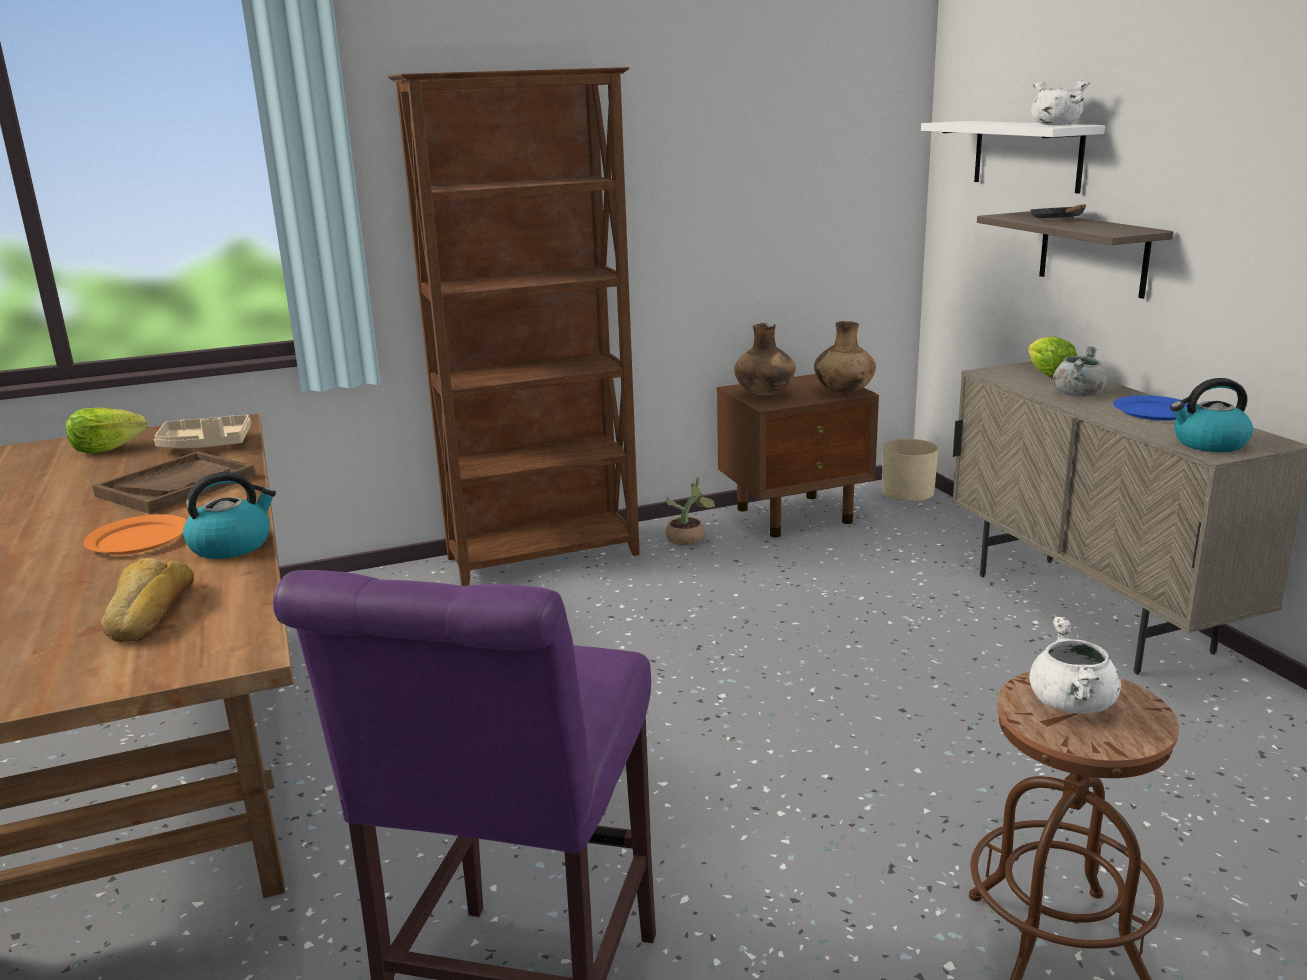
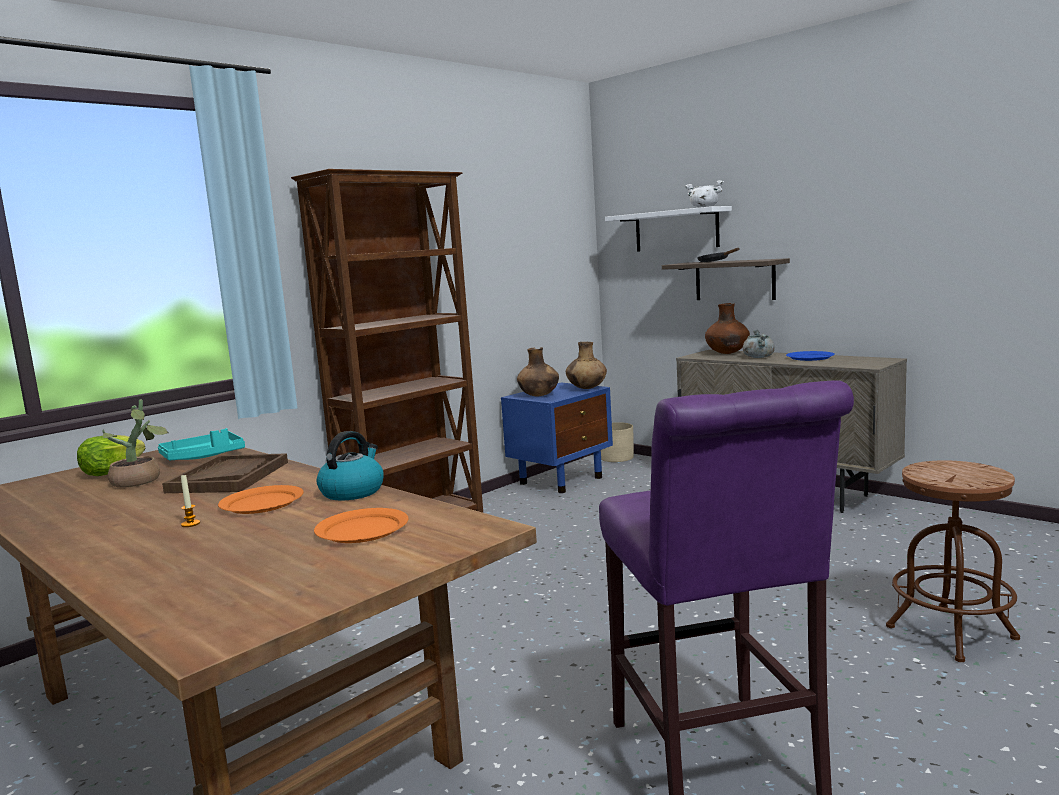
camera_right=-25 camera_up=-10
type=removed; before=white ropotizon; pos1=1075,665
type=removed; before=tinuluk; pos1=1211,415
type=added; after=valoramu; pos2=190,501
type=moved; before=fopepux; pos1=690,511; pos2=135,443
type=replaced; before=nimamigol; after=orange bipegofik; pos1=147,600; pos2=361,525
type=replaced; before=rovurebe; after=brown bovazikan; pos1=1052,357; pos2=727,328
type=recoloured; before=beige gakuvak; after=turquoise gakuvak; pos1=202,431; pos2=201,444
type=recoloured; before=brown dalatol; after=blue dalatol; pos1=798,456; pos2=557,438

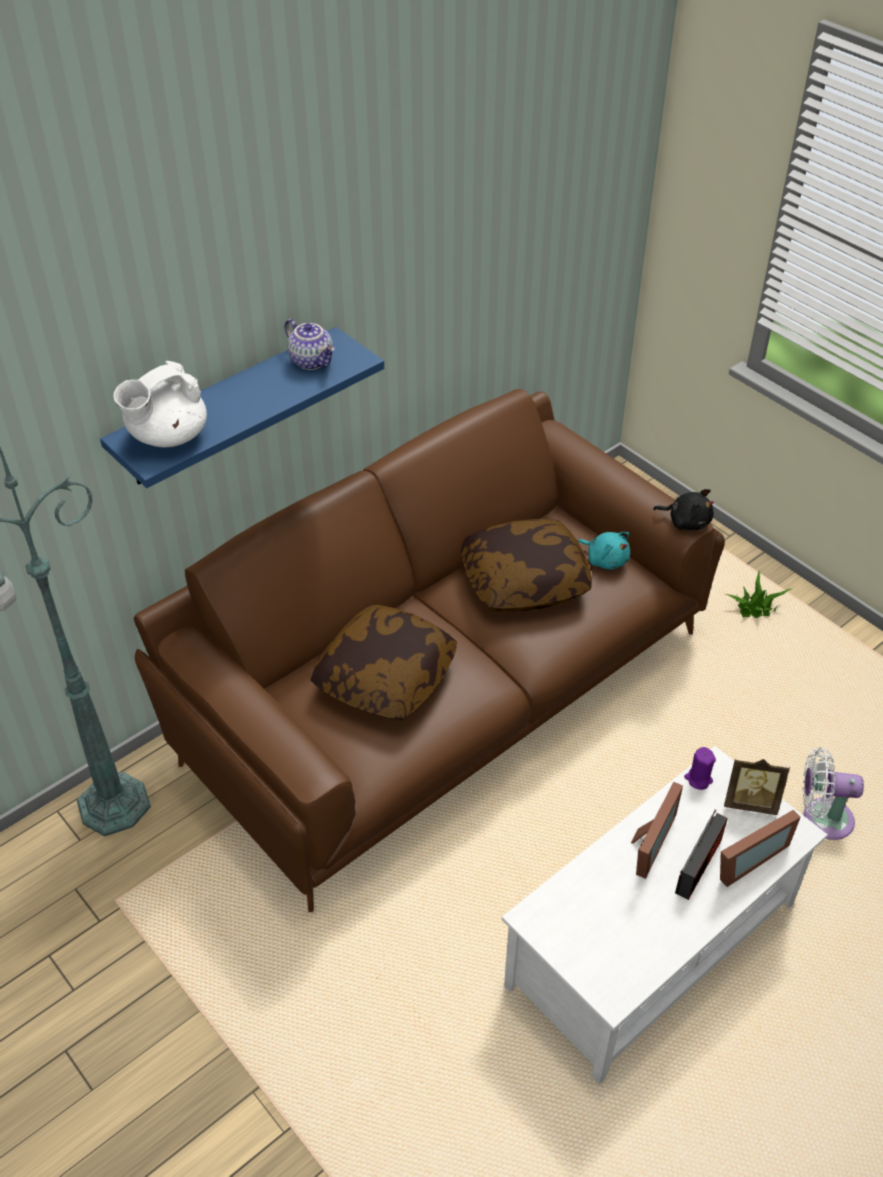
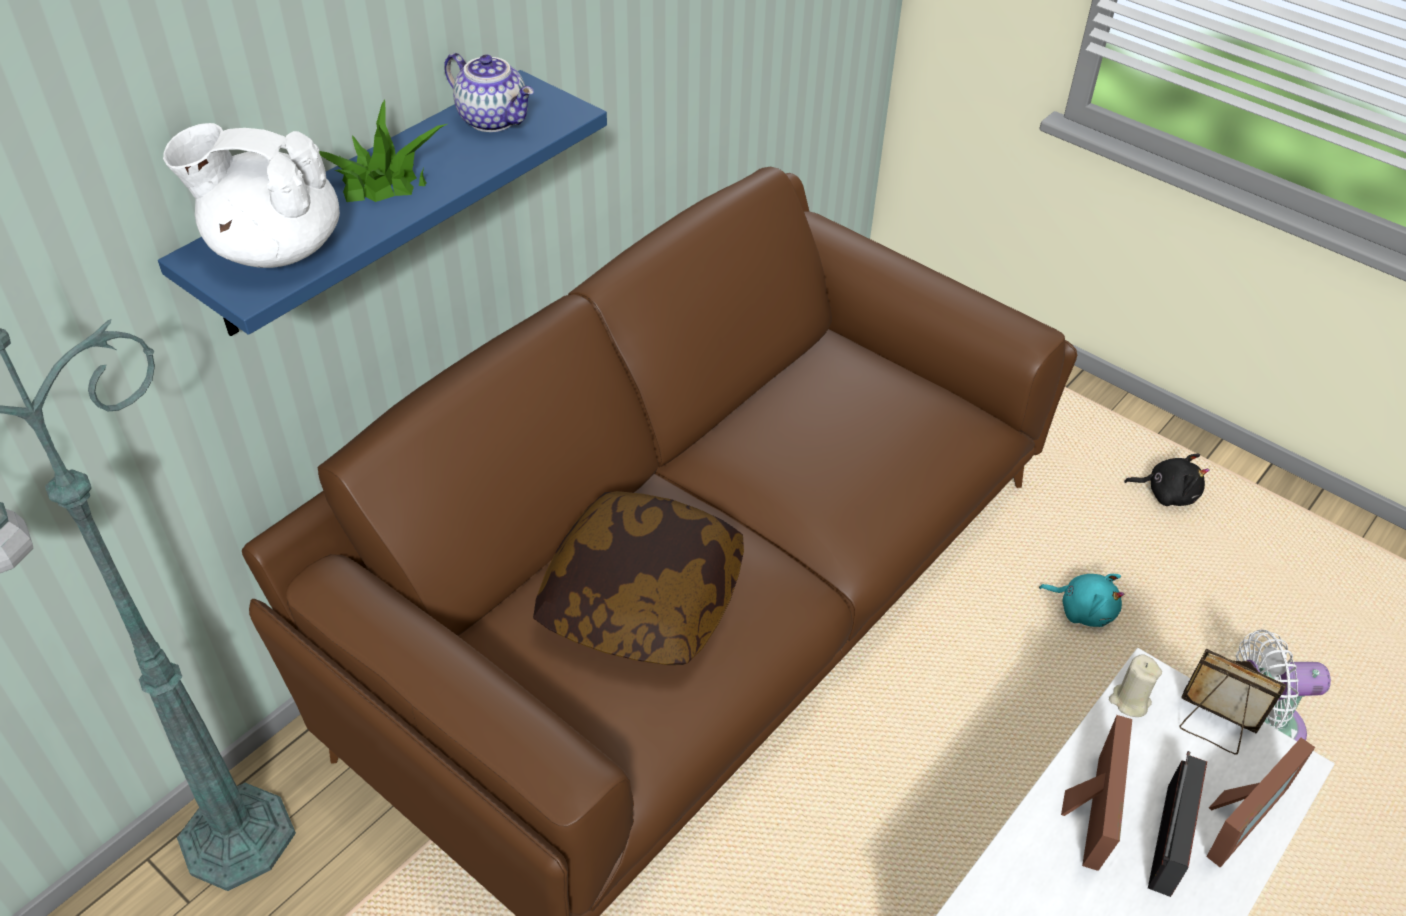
camera_right=-10 camera_up=0
type=removed; before=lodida; pos1=526,565
type=moved; before=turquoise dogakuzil; pos1=604,551; pos2=1082,600
type=moved; before=black dogakuzil; pos1=683,509; pos2=1167,480
type=moved; before=fopepux; pos1=758,594; pos2=383,150
type=recoloured; before=purple valoramu; after=beige valoramu; pos1=700,768; pos2=1135,685
type=turned; before=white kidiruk; pos1=160,404; pos2=251,195; turn=60
type=turned; before=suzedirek; pos1=757,786; pos2=1232,702; turn=-150

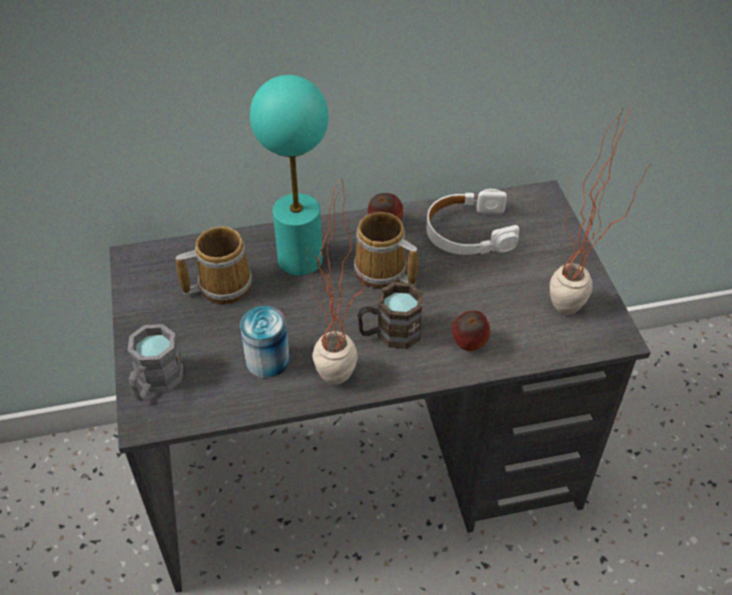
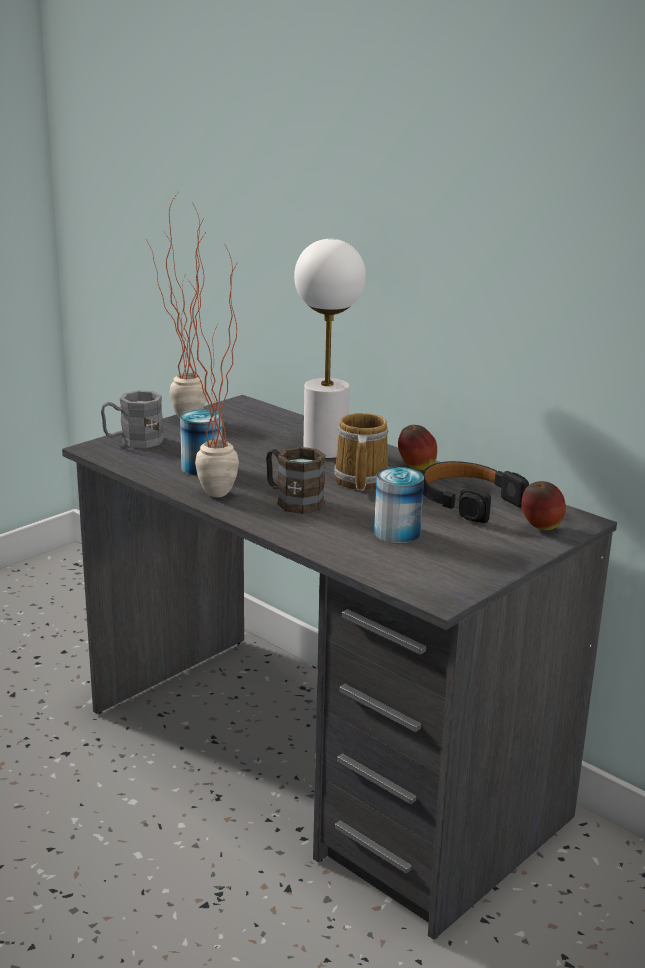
camera_right=55 camera_up=-25
type=removed; before=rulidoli; pos1=214,265
type=added; after=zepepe; pos2=399,505
type=moved; before=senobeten; pos1=471,331; pos2=543,505
type=moved; before=fopepux; pos1=600,211; pos2=176,306
type=recoloured; before=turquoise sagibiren; after=white sagibiren; pos1=289,175; pos2=330,349
type=recoloured; before=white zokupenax; after=black zokupenax; pos1=472,222; pos2=476,492

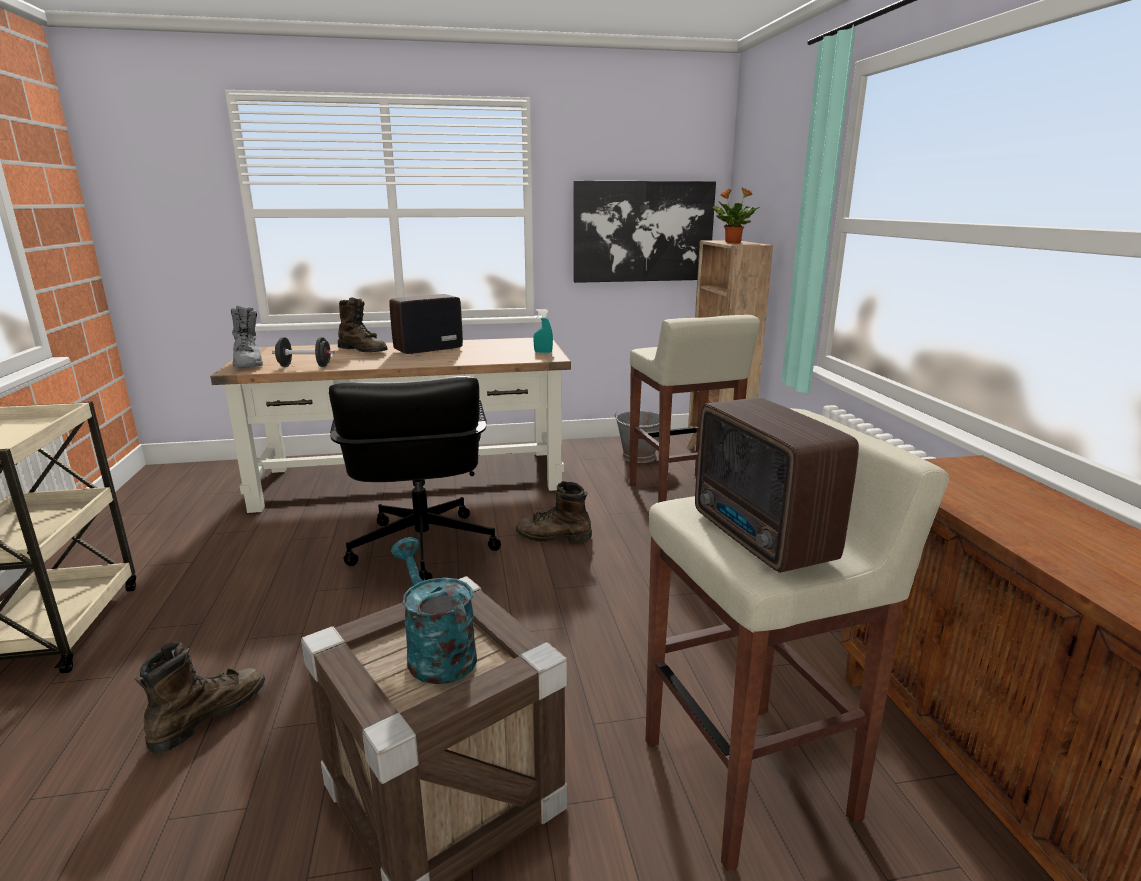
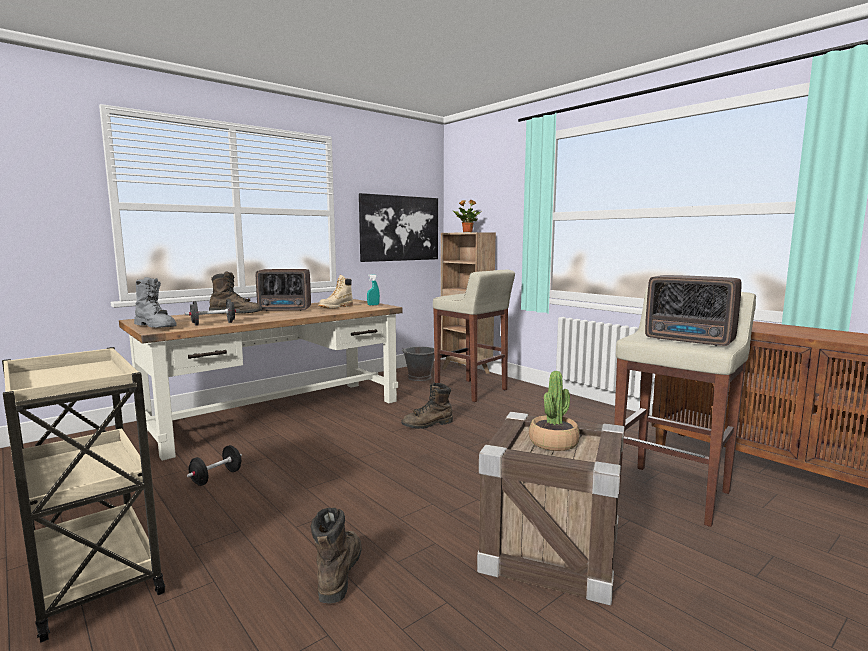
camera_right=-30 camera_up=-10
type=removed; before=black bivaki; pos1=415,478
type=added; after=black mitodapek; pos2=214,465
type=added; after=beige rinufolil; pos2=336,292
type=replaced; before=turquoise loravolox; after=fopepux; pos1=434,610; pos2=554,411
type=turned; before=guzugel; pos1=426,324; pos2=283,290; turn=-120

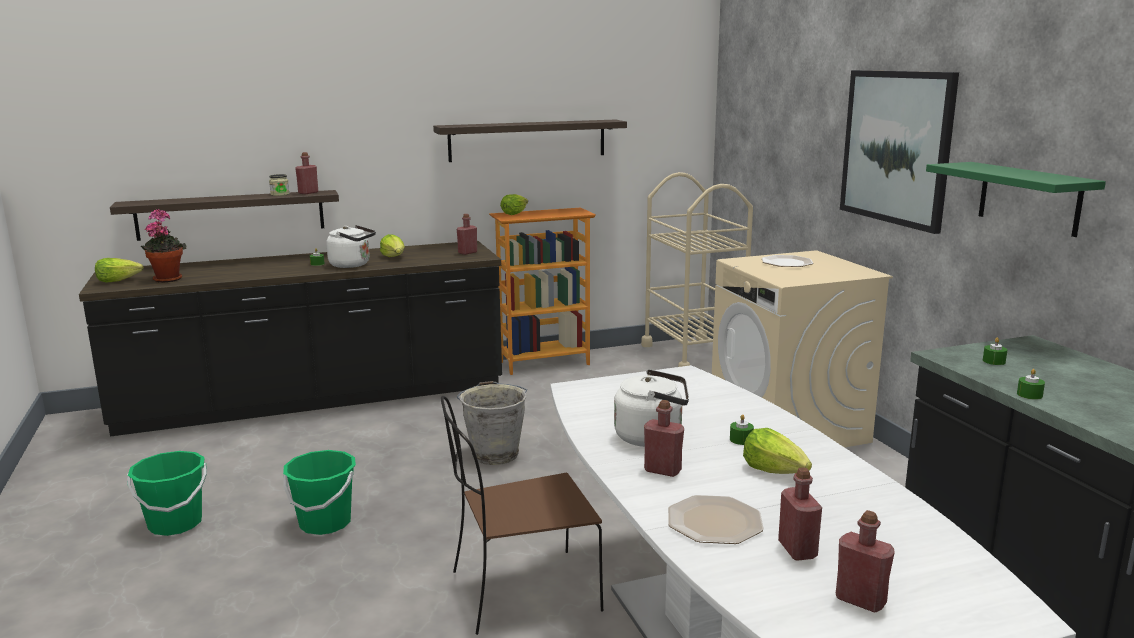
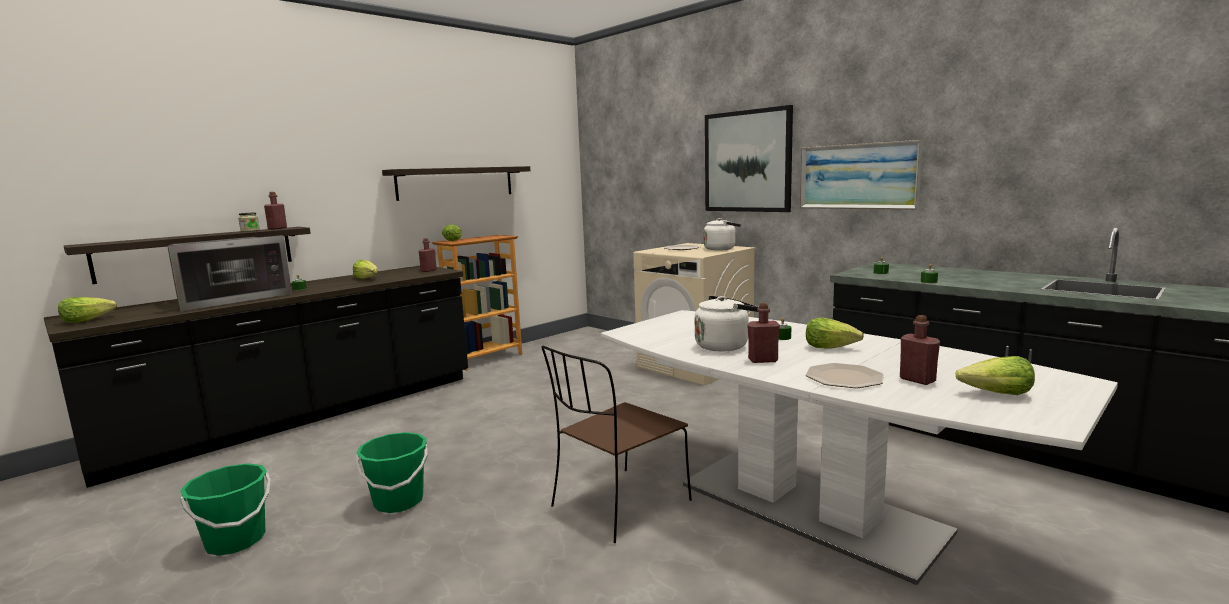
camera_right=-25 camera_up=-5
type=removed; before=fopepux; pos1=163,246
type=removed; before=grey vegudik; pos1=492,423
type=removed; before=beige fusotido; pos1=697,269
type=added; after=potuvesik; pos2=229,273
type=moved; before=white tinuluk; pos1=351,246; pos2=722,234
type=replaced; before=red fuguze; after=rovurebe; pos1=865,561; pos2=995,375
type=replaced; before=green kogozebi; after=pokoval; pos1=1016,199; pos2=861,175

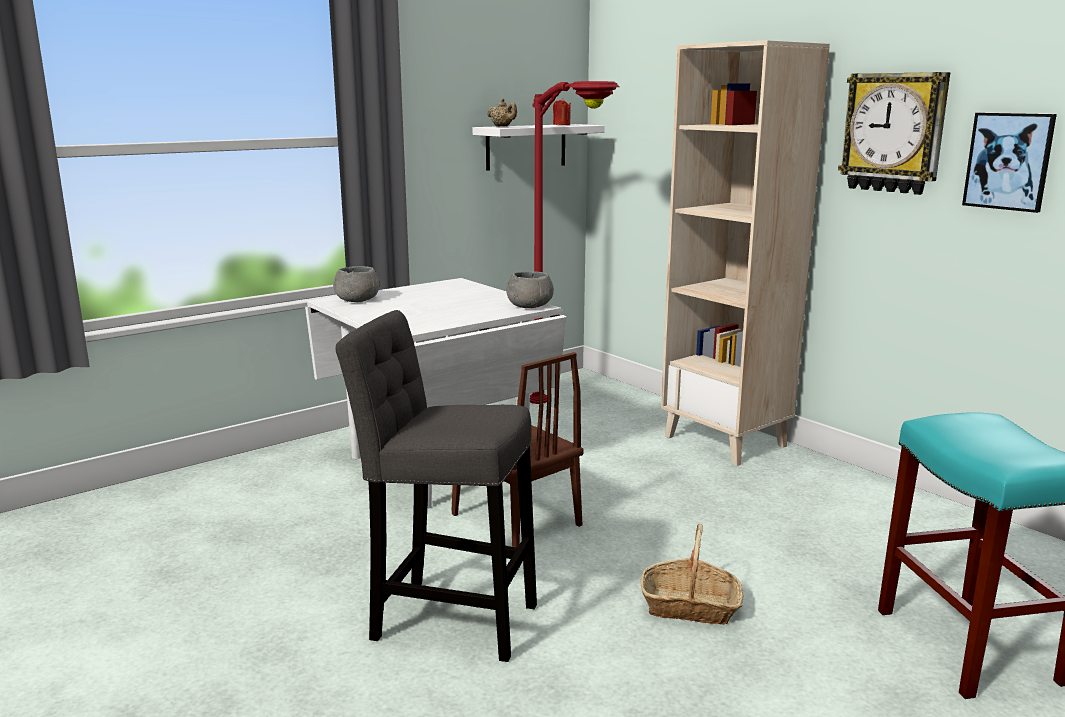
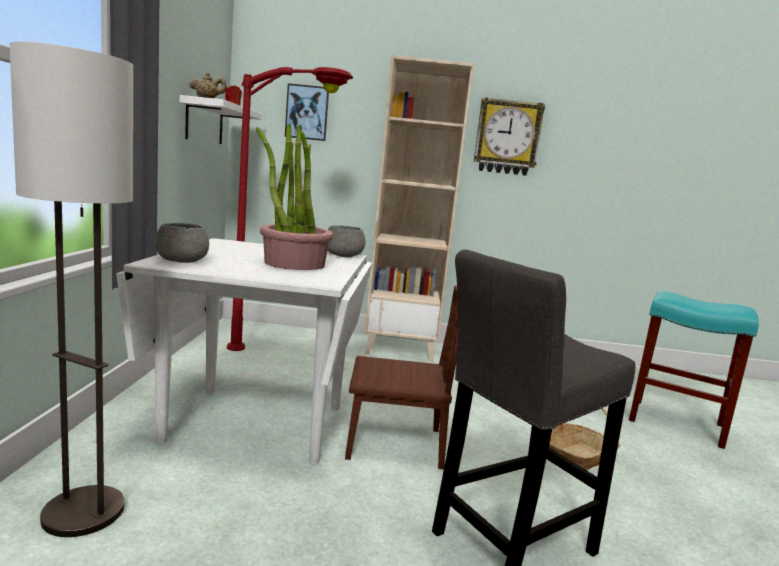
camera_right=-50 camera_up=-5
type=added; after=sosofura; pos2=71,289
type=added; after=fopepux; pos2=294,197
type=moved; before=pokoval; pos1=1009,163; pos2=307,112

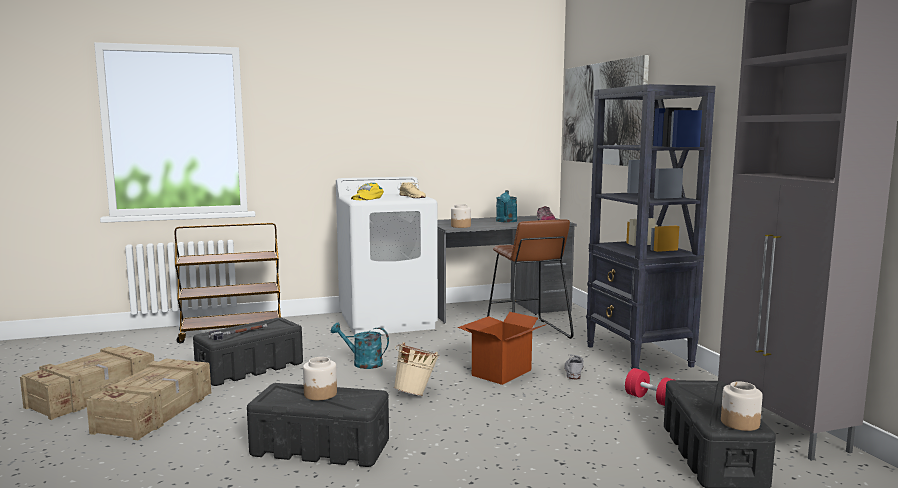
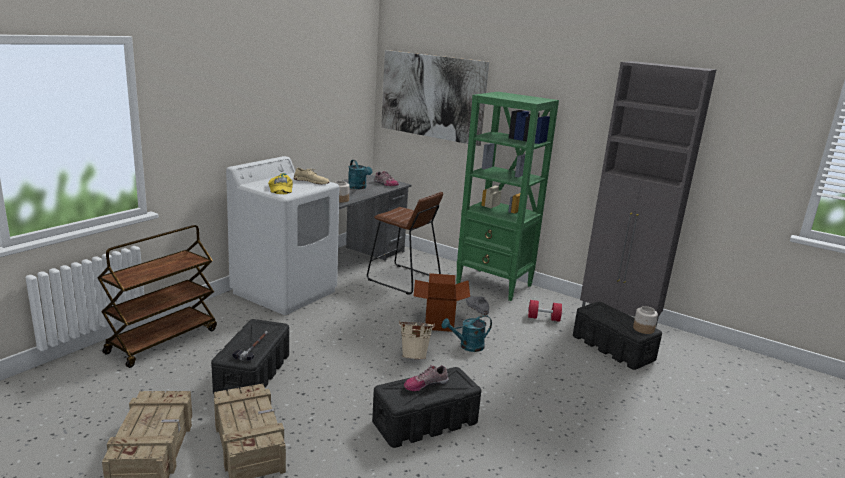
camera_right=-40 camera_up=10
type=moved; before=turquoise loravolox; pos1=359,346; pos2=466,333
type=replaced; before=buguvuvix; after=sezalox; pos1=320,378; pos2=426,378
type=recoloured; before=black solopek; after=green solopek; pos1=651,226; pos2=507,196

